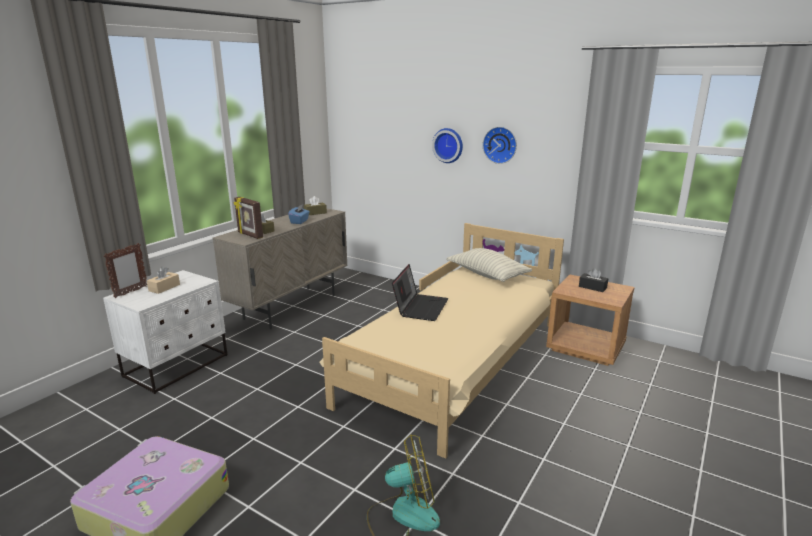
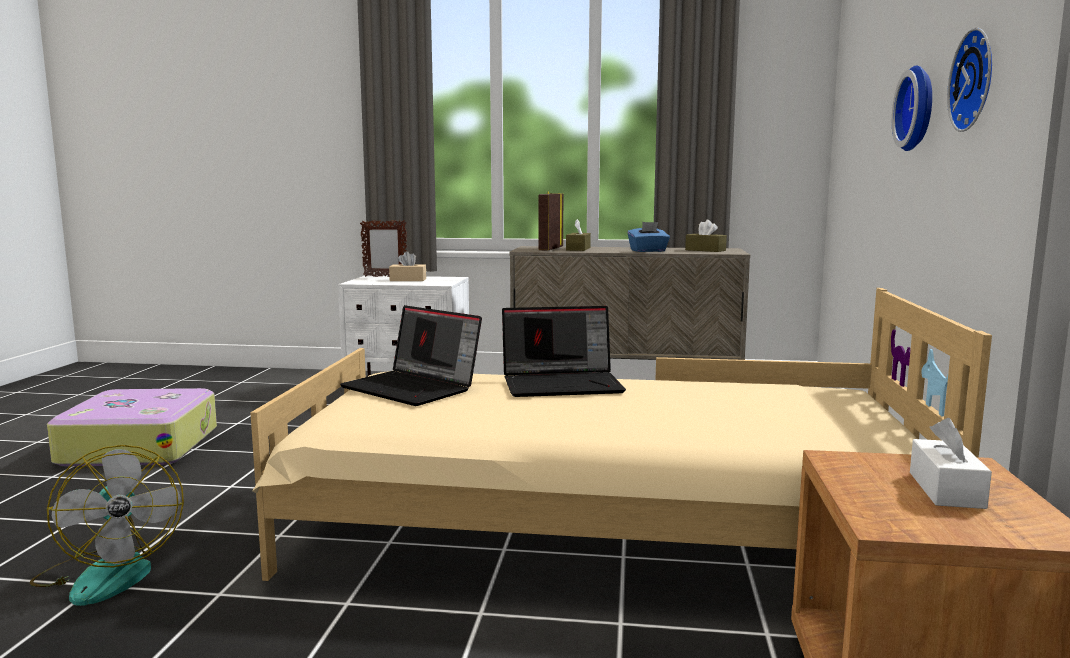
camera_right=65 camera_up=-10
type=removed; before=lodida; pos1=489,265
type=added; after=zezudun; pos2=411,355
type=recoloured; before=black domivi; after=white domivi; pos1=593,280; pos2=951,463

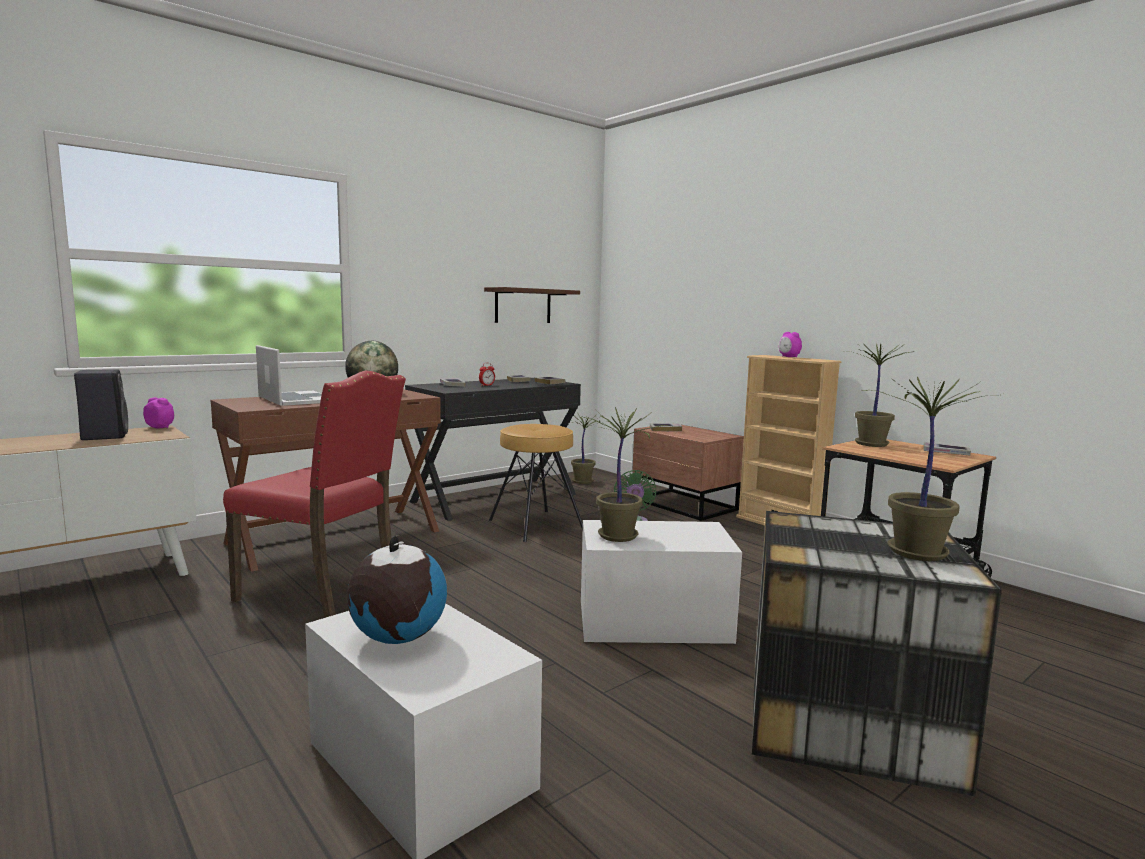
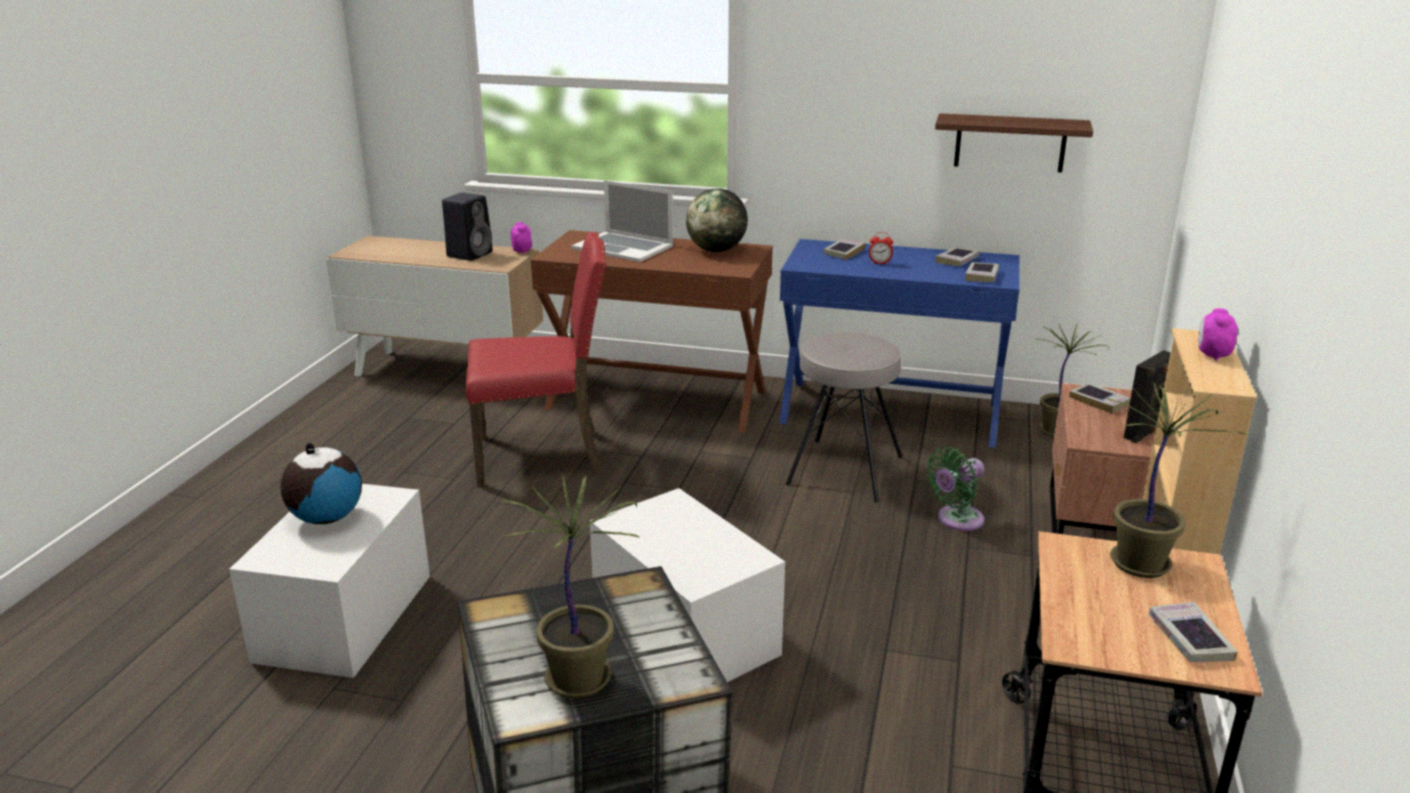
camera_right=55 camera_up=15
type=removed; before=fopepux; pos1=626,474
type=added; after=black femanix; pos2=1147,396
type=recoloured; before=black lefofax; after=blue lefofax; pos1=493,449; pos2=899,343
type=recoloured; before=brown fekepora; after=grey fekepora; pos1=536,483; pos2=844,417
type=turned; before=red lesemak; pos1=314,494; pos2=536,360; turn=-90
type=turned; before=zezudun; pos1=289,375; pos2=622,221; turn=105

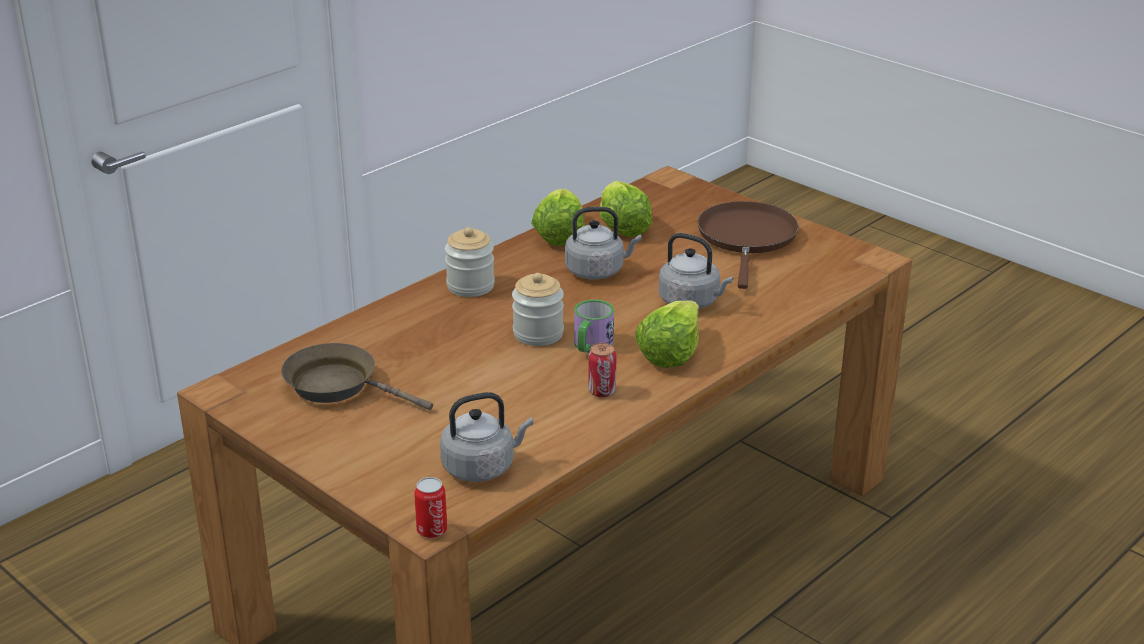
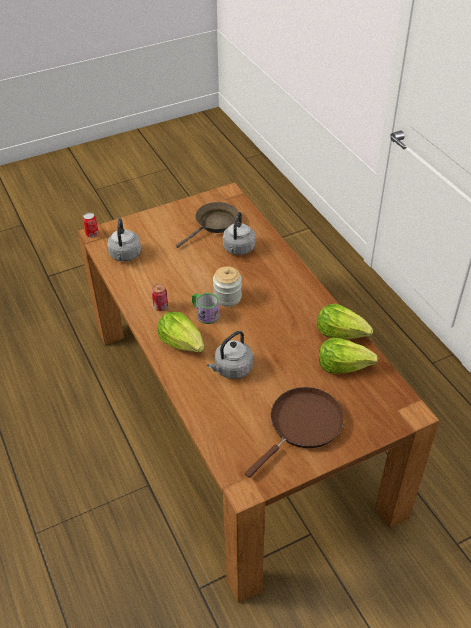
camera_right=110 camera_up=15
type=removed; before=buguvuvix; pos1=470,262
type=moved; before=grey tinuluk; pos1=603,243; pos2=239,233
type=turned; before=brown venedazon; pos1=748,245; pos2=294,432; turn=-75

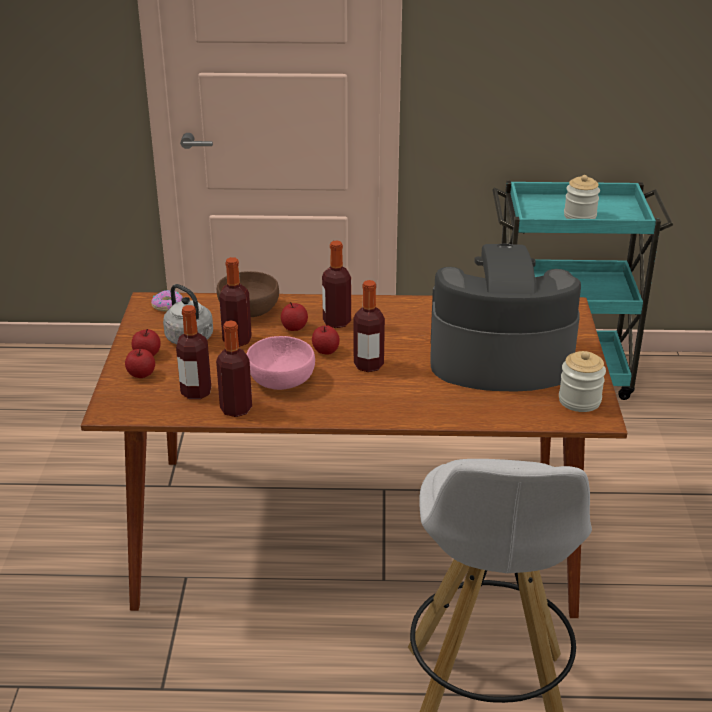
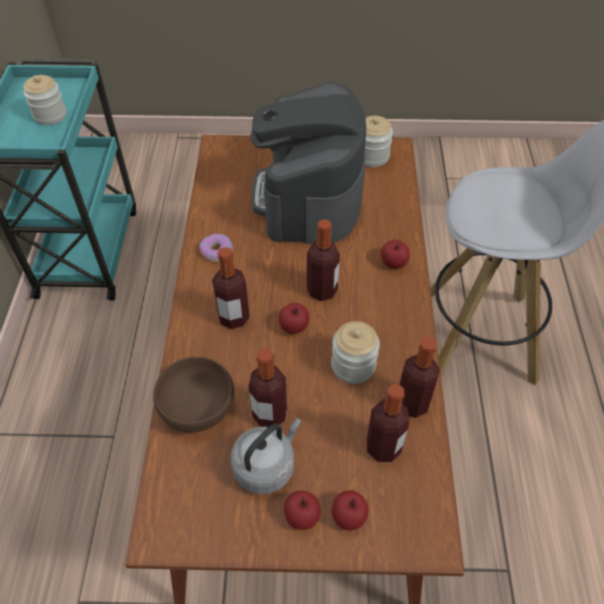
camera_right=-90 camera_up=20
type=moved; before=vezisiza; pos1=167,301; pos2=216,248
type=moved; before=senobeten; pos1=294,316; pos2=395,254
type=replaced; before=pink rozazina; after=buguvuvix; pos1=280,363; pos2=355,352

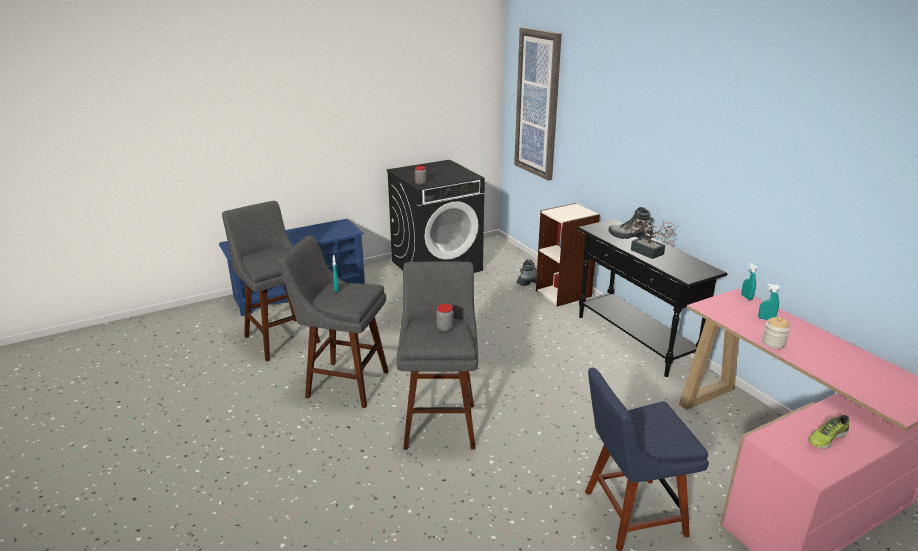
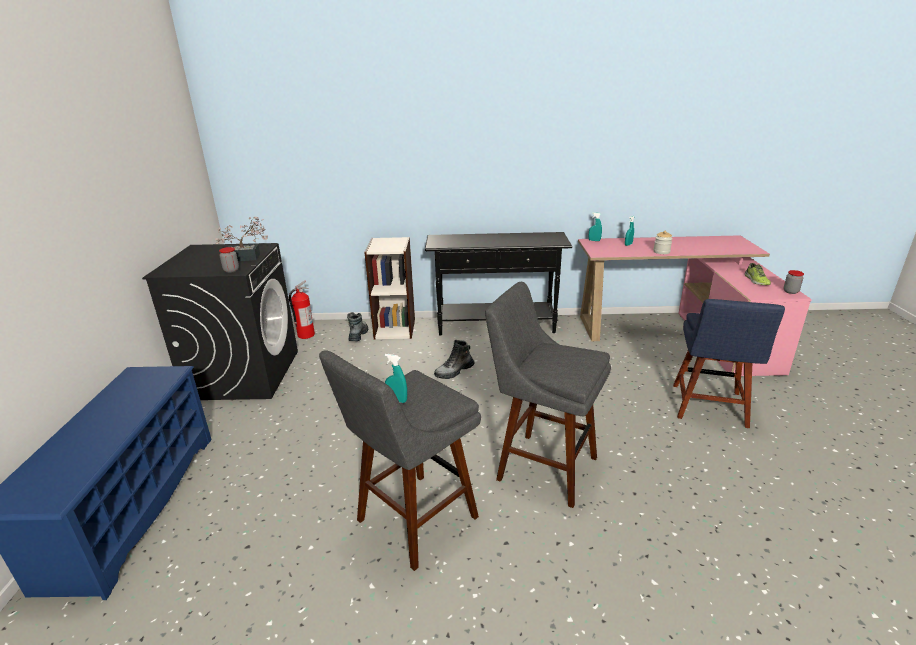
camera_right=-60 camera_up=0
type=removed; before=grey fekepora; pos1=271,281
type=removed; before=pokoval; pos1=538,104
type=added; after=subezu; pos2=302,309
type=moved; before=buguvuvix; pos1=445,318; pos2=794,282
type=moved; before=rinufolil; pos1=631,223; pos2=454,359
type=moved; before=fopepux; pos1=652,239; pos2=241,239

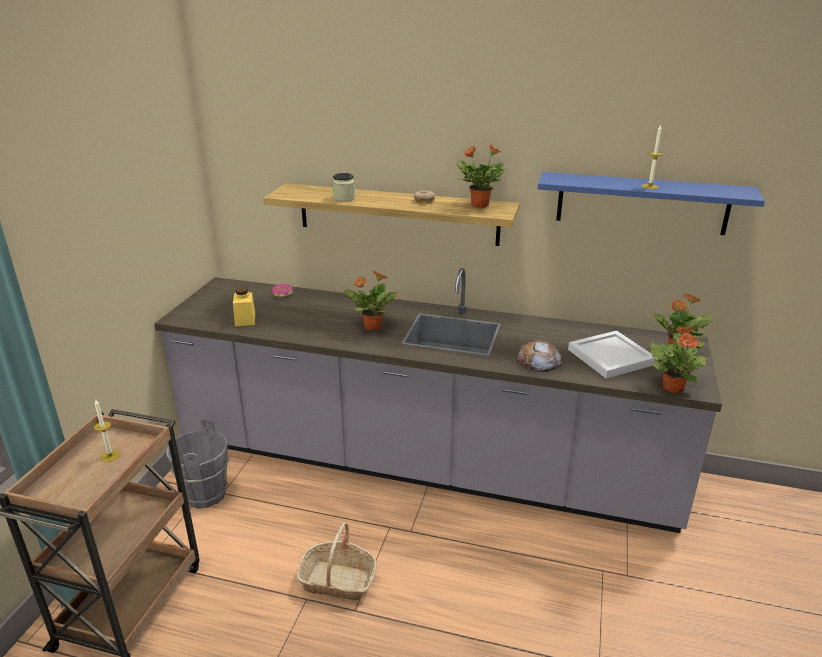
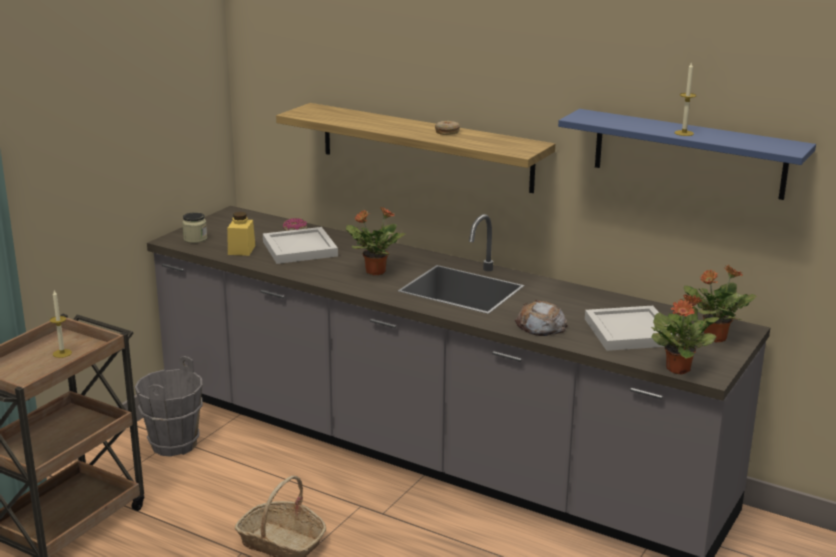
camera_right=15 camera_up=-5
type=removed; before=fopepux; pos1=482,176
type=added; after=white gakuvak; pos2=300,245
type=moved; before=buguvuvix; pos1=343,187; pos2=194,227

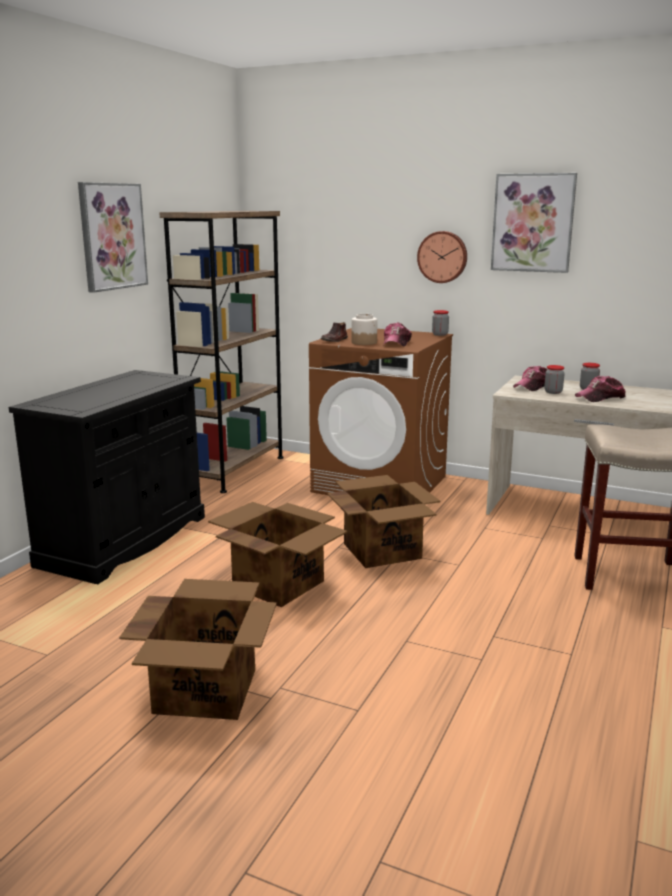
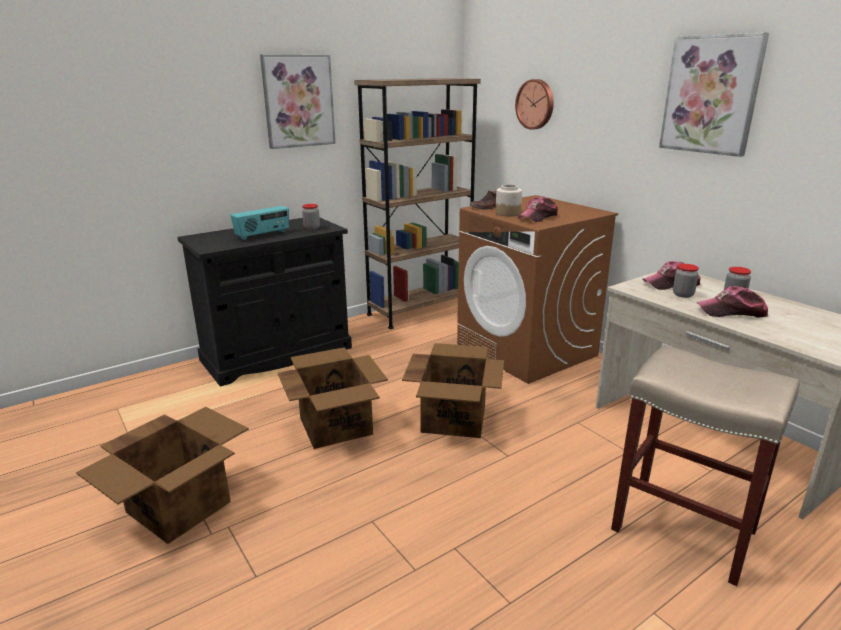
camera_right=30 camera_up=5
type=added; after=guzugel; pos2=259,223
type=moved; before=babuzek; pos1=442,257; pos2=534,104
type=moved; before=buguvuvix; pos1=440,323; pos2=311,217

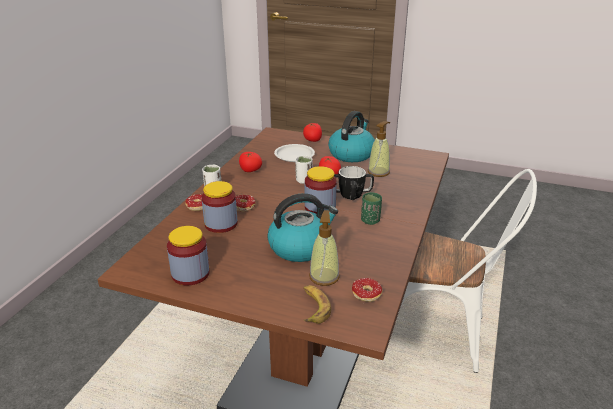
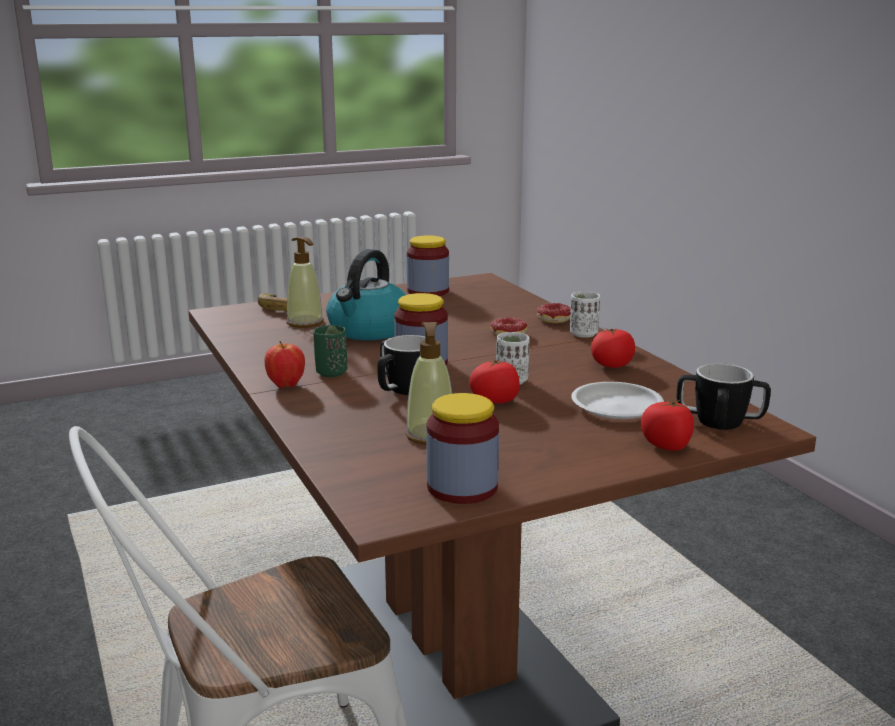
camera_right=135 camera_up=-10
type=removed; before=tinuluk; pos1=351,136
type=removed; before=vezisiza; pos1=367,290
type=added; after=senobeten; pos2=284,364
type=added; after=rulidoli; pos2=724,396
type=moved; before=buguvuvix; pos1=220,207; pos2=462,448

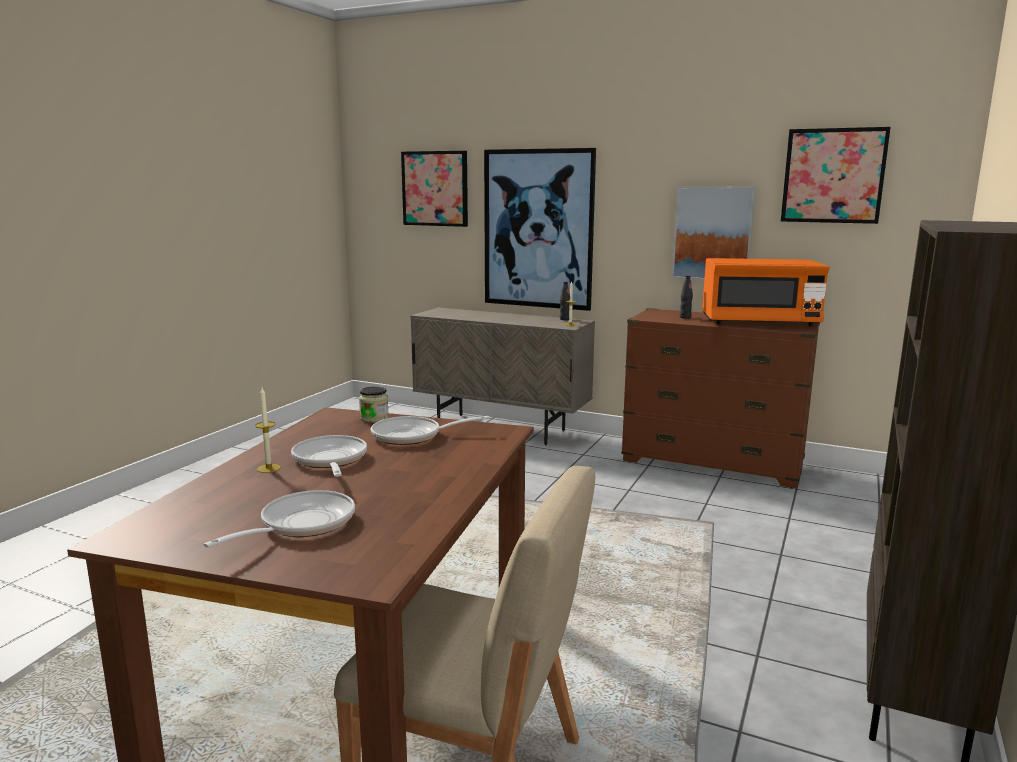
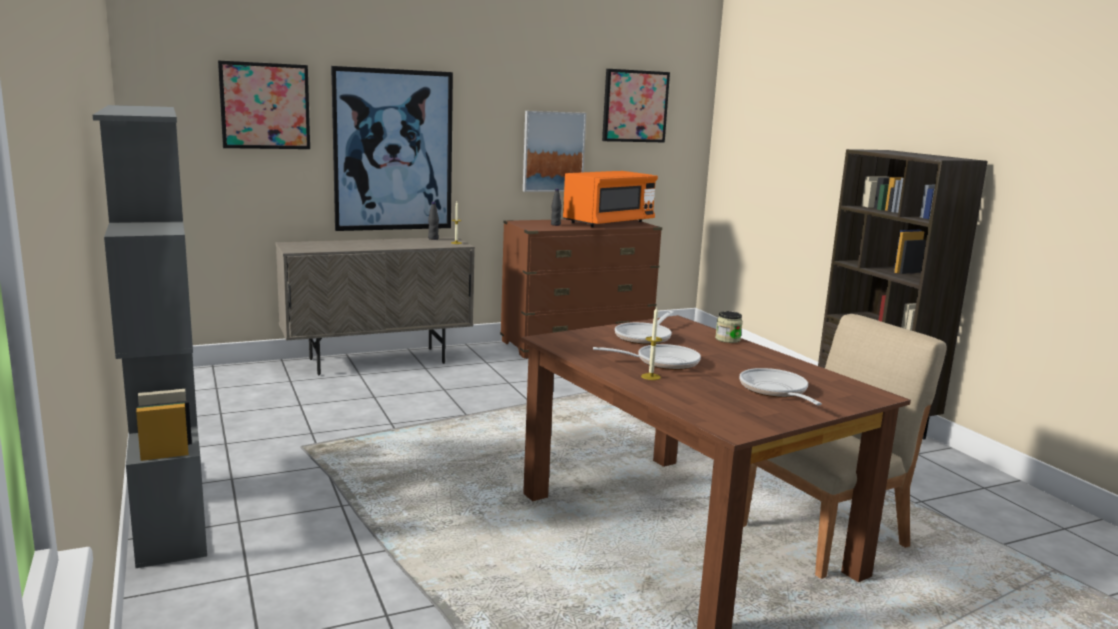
camera_right=-50 camera_up=0
type=added; after=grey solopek; pos2=150,336
type=moved; before=buguvuvix; pos1=374,404; pos2=729,327
type=turned; before=venedazon; pos1=329,456; pos2=647,357; turn=150

